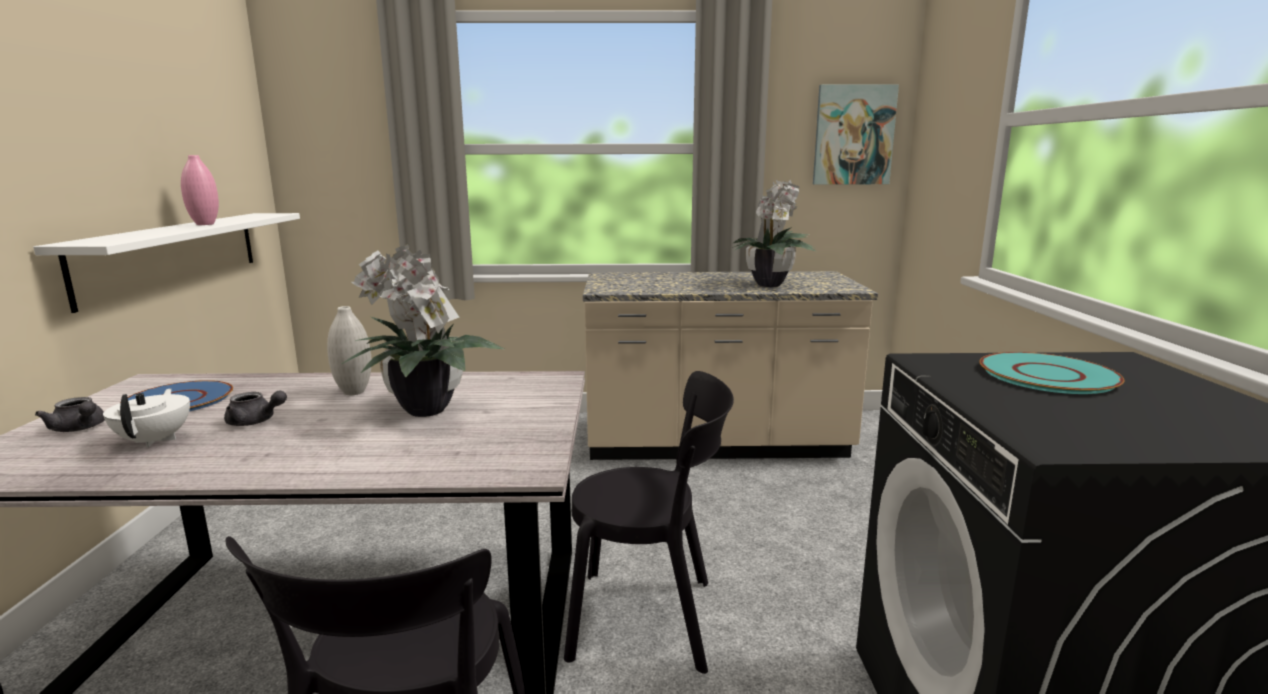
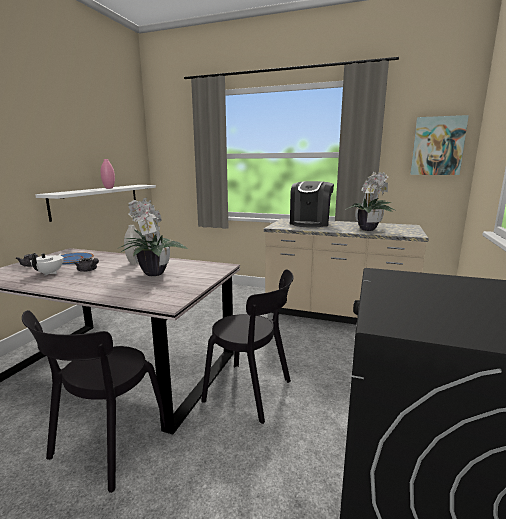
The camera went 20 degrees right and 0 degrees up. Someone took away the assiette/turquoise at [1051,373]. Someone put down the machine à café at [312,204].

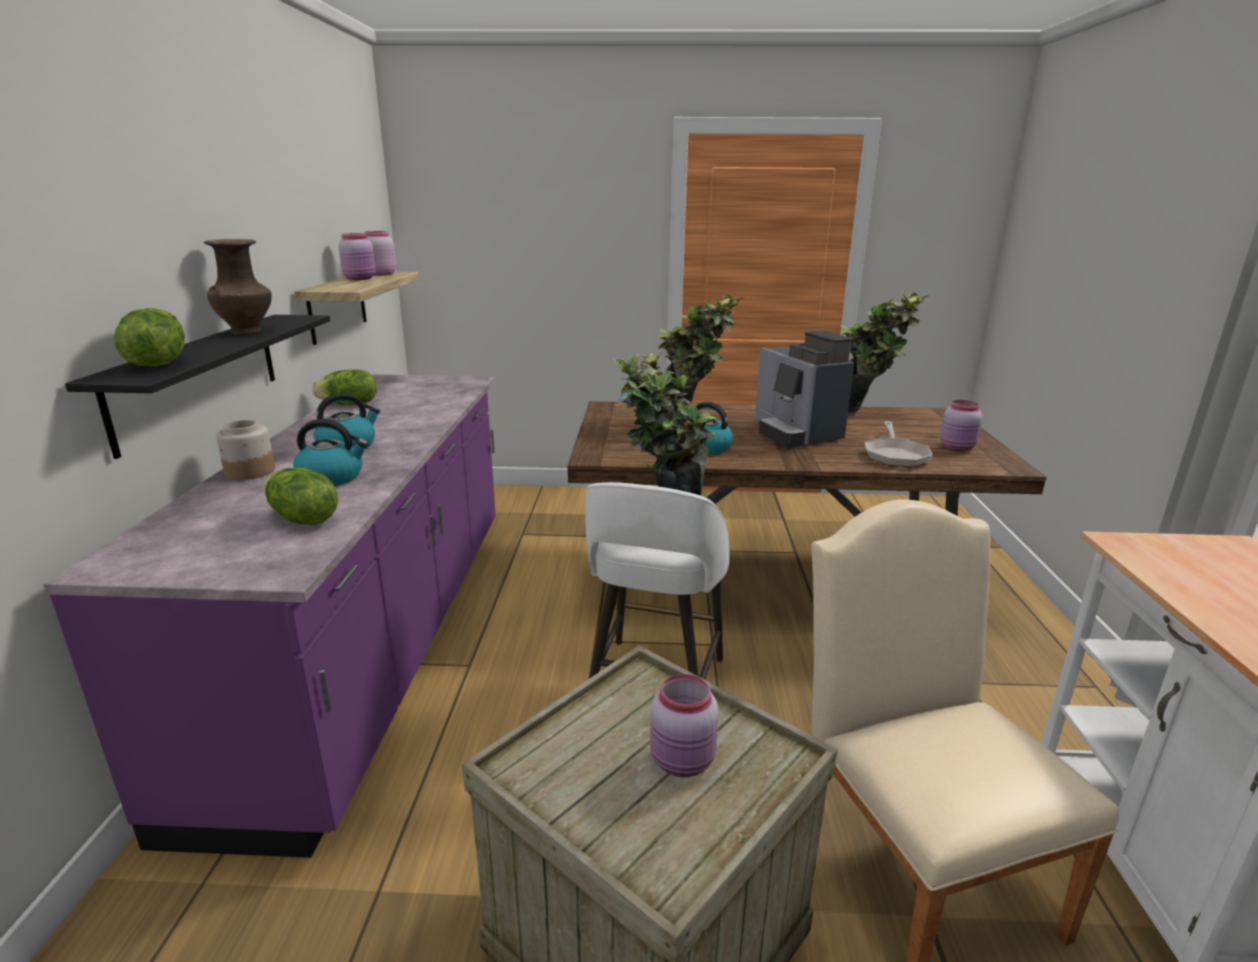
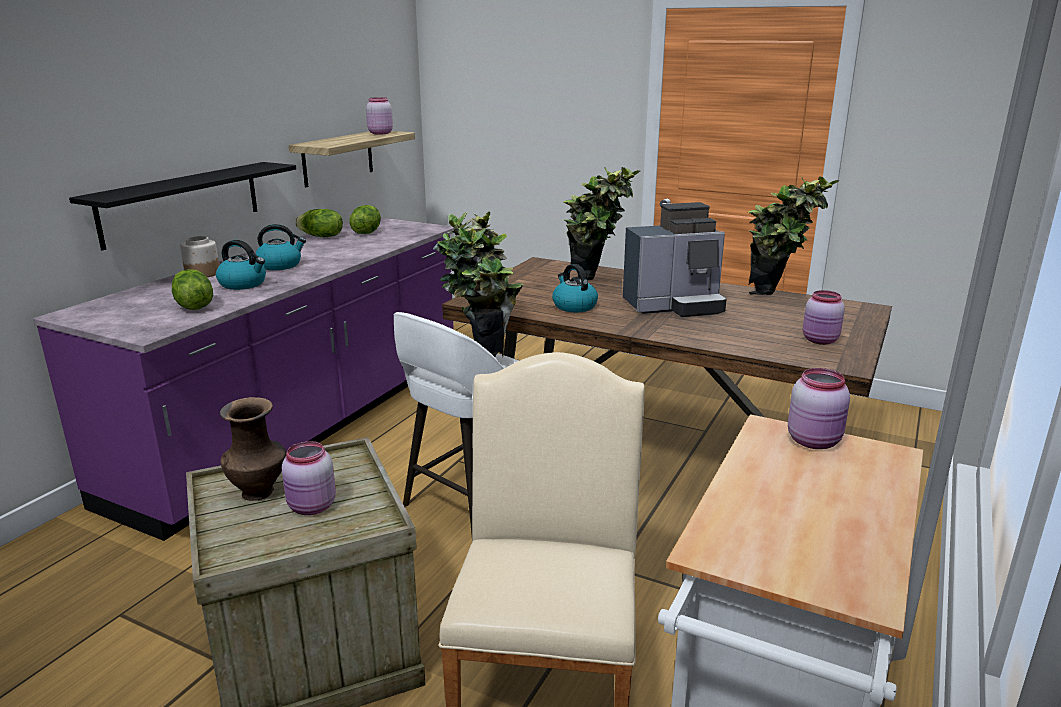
The camera went 25 degrees right and 0 degrees up. Someone carried the bocal/rose from [357,256] to [819,408]. Someone carried the vase/marron from [238,286] to [253,449]. Someone carried the laitue from [149,337] to [365,219]. Someone rotated the machine à café at [804,389] by 105 degrees counterclockwise. Someone took away the poêle at [899,444].

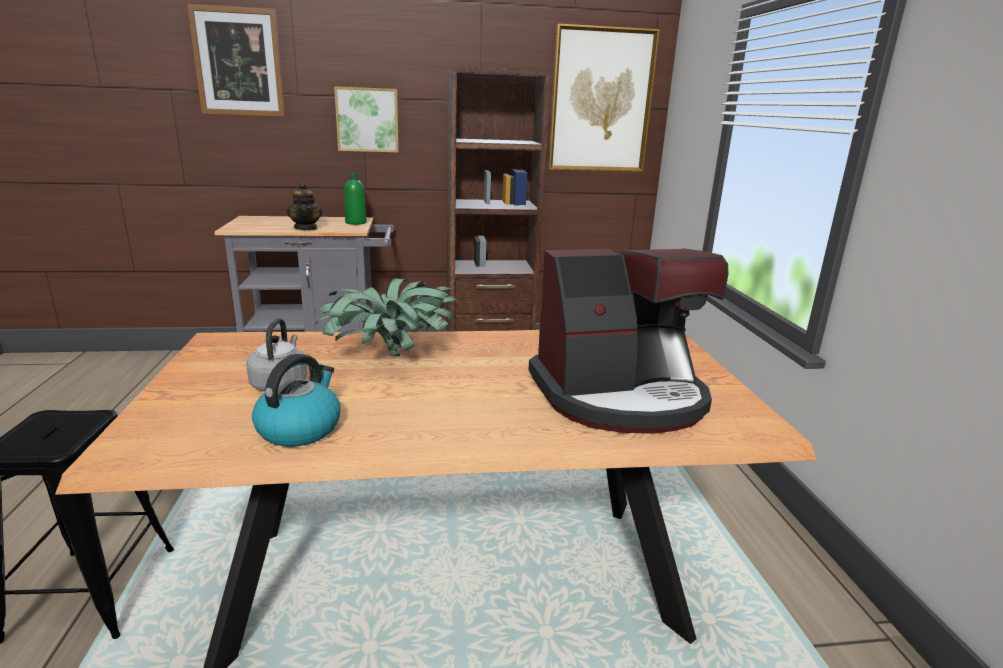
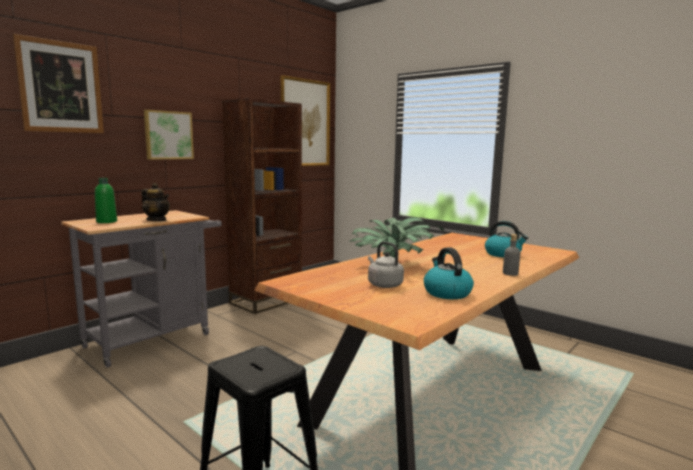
The camera went 40 degrees left and 10 degrees down. Someone carried the bouteille/vert from [355,199] to [106,200]. Someone swapped the machine à café at [628,341] for the bouilloire at [506,239]. Someone put down the bouteille/gris at [512,255].

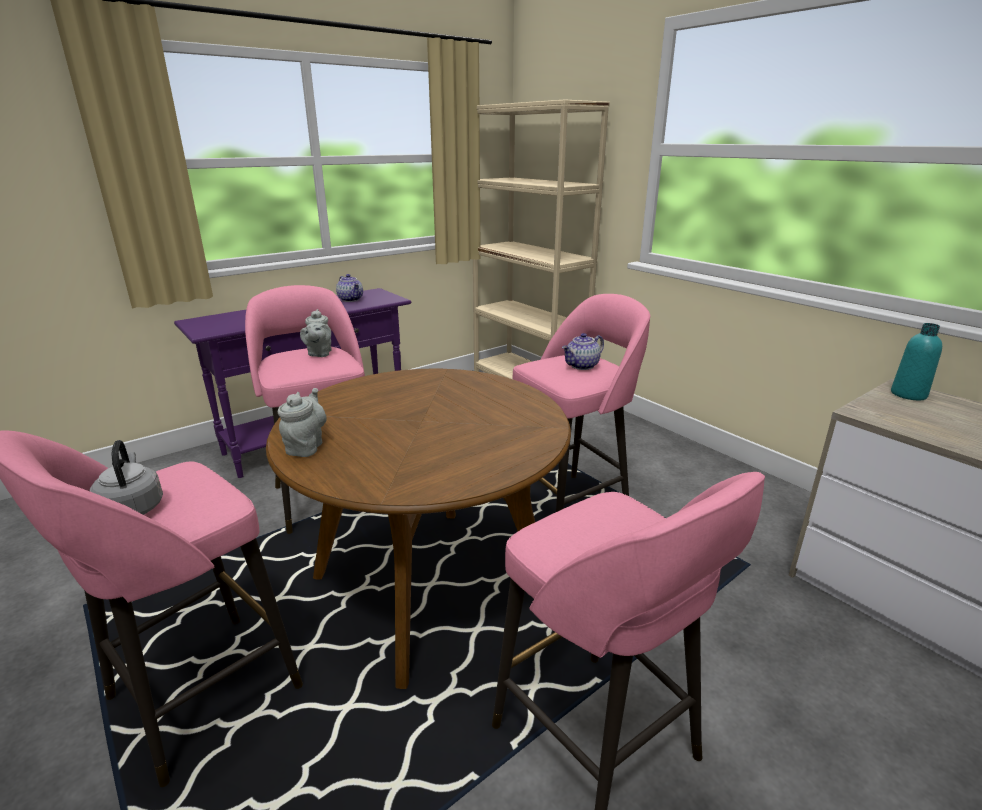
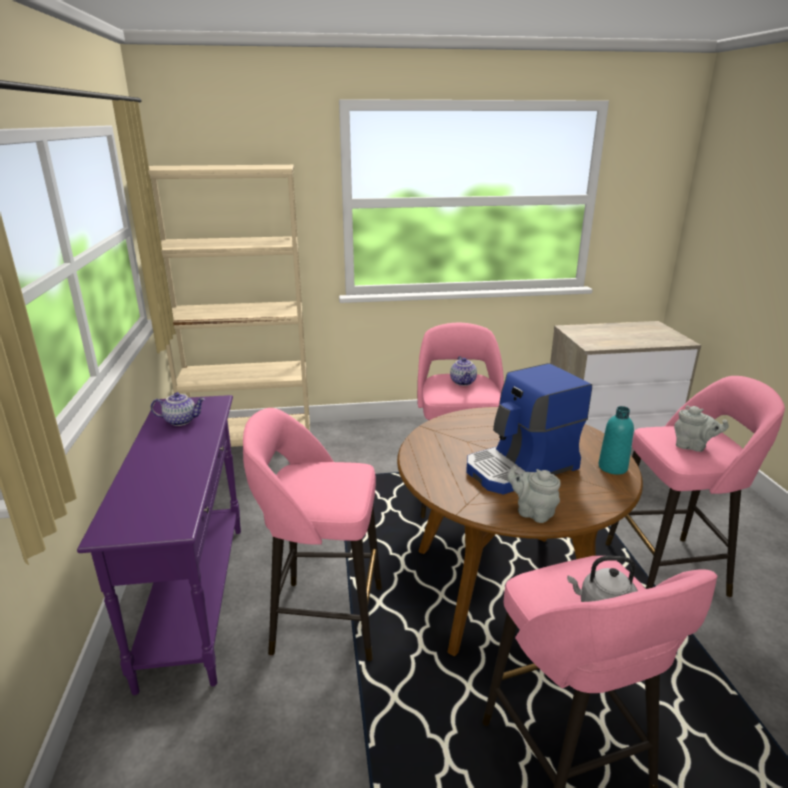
The camera went 60 degrees left and 0 degrees up. Someone carried the théière/gris from [316,333] to [701,429]. Someone carried the bouteille/turquoise from [916,361] to [616,440]. Someone put down the machine à café at [529,428].

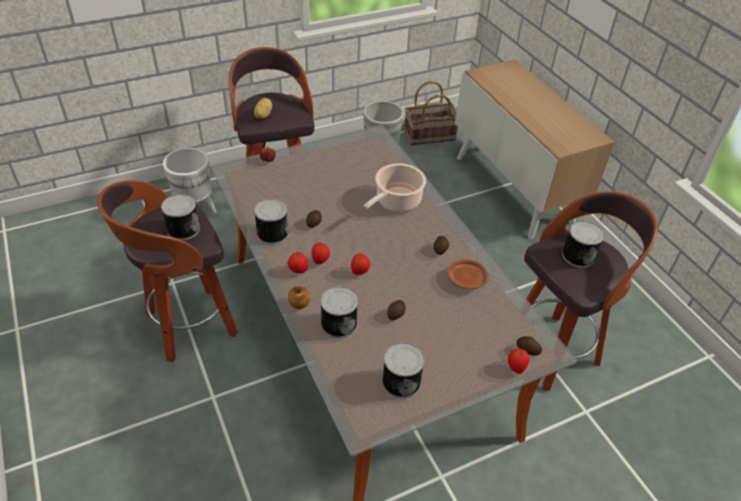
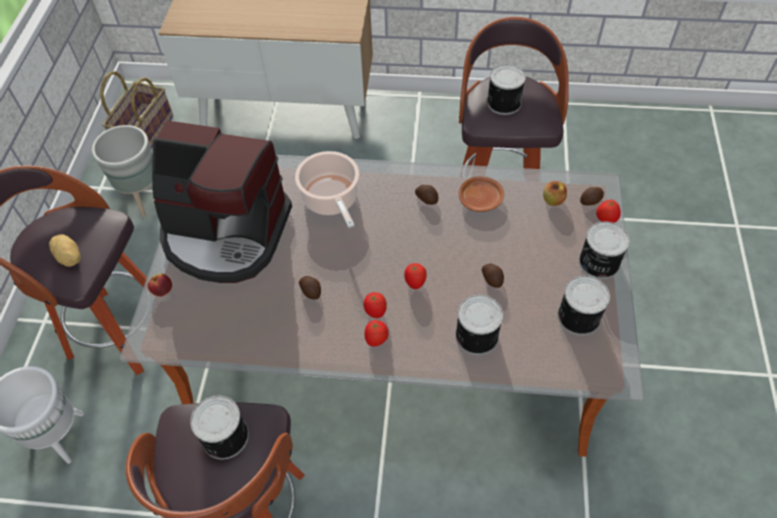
The camera went 55 degrees left and 10 degrees up. Someone carried the boîte métallique from [271,221] to [604,250]. Someone carried the pomme from [299,297] to [555,193]. Someone put down the machine à café at [222,201].

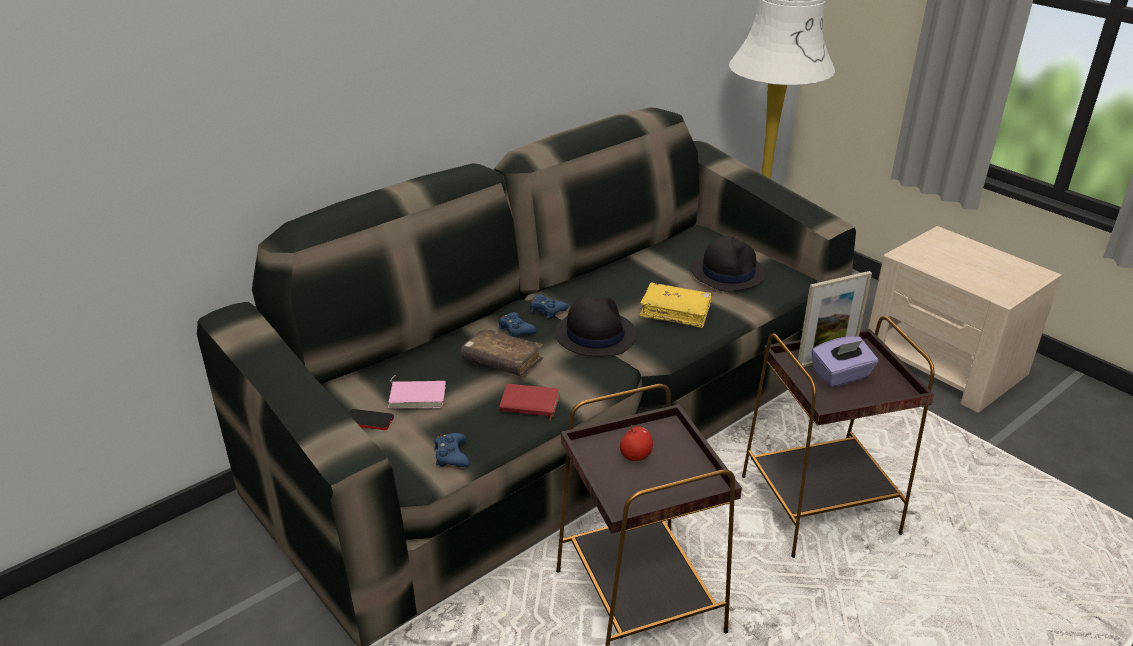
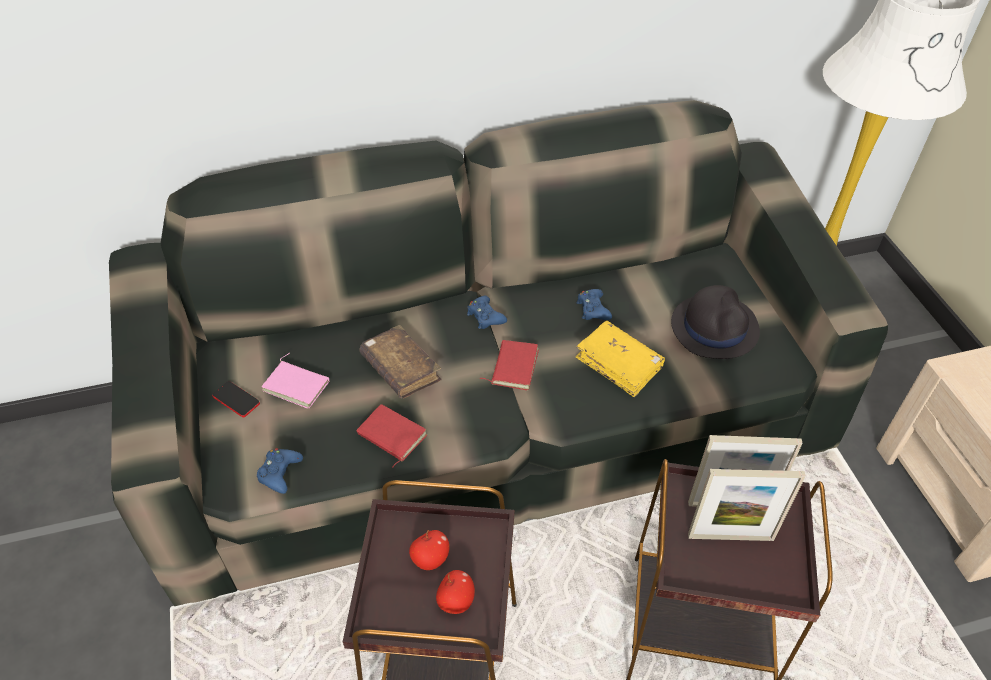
The camera went 25 degrees right and 15 degrees up. Someone swapped the chapeau/noir at [596,326] for the livre/rouge at [509,365]. Someone carried the manette/bleu from [518,325] to [594,304]. Someone swapped the boîte à mouchoirs/violet at [845,361] for the cadre photo at [747,505]. Someone put down the pomme at [455,592].

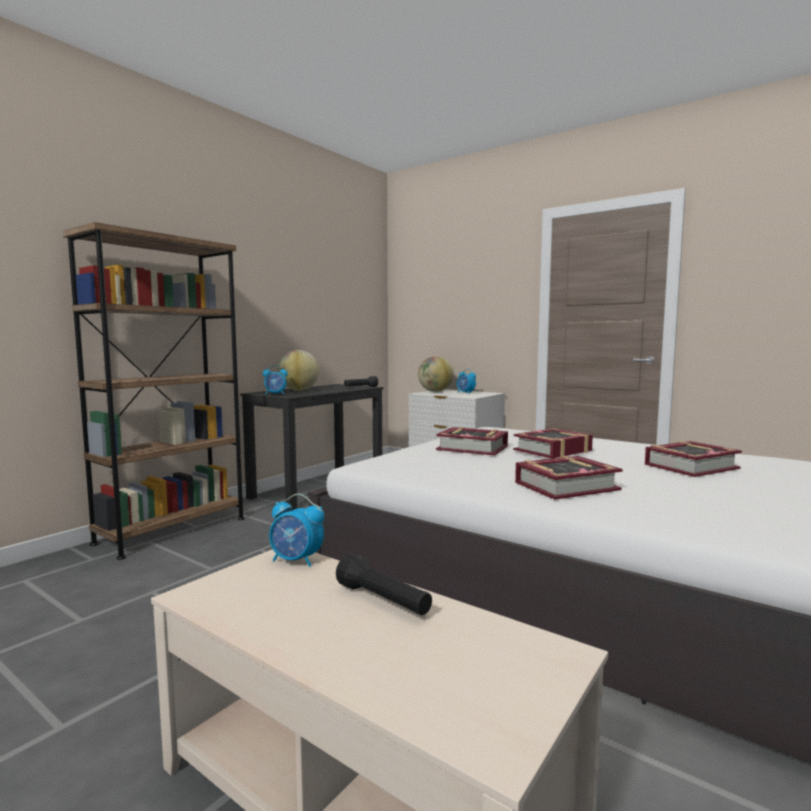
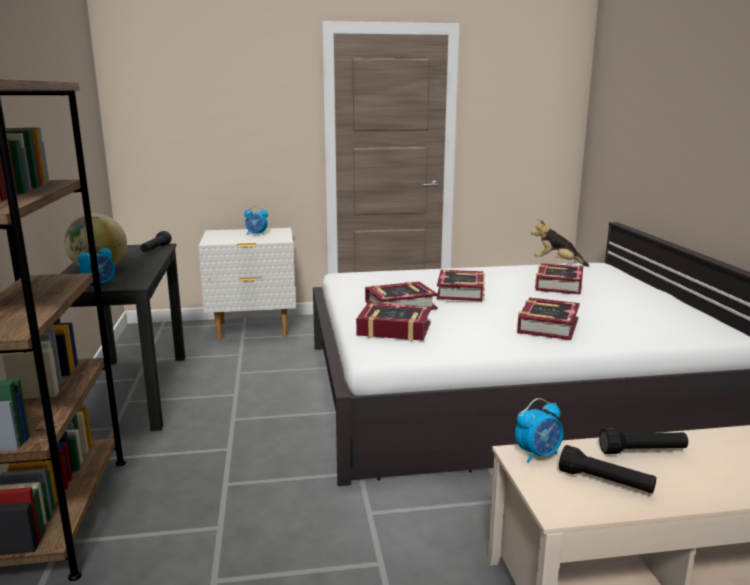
The camera went 45 degrees left and 10 degrees up. Someone took away the globe at [436,374]. Someone put down the peluche at [560,242]. Someone put down the livre at [393,322]. Someone put down the lampe de poche/noir at [607,469].

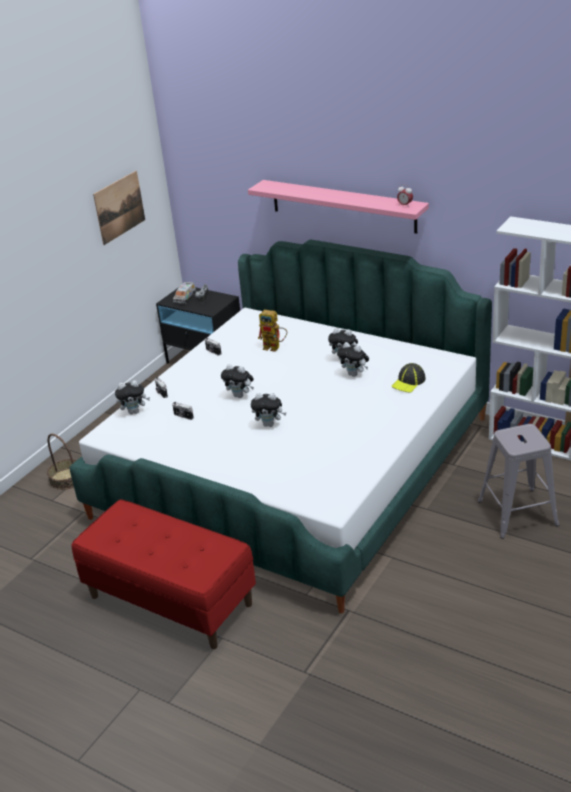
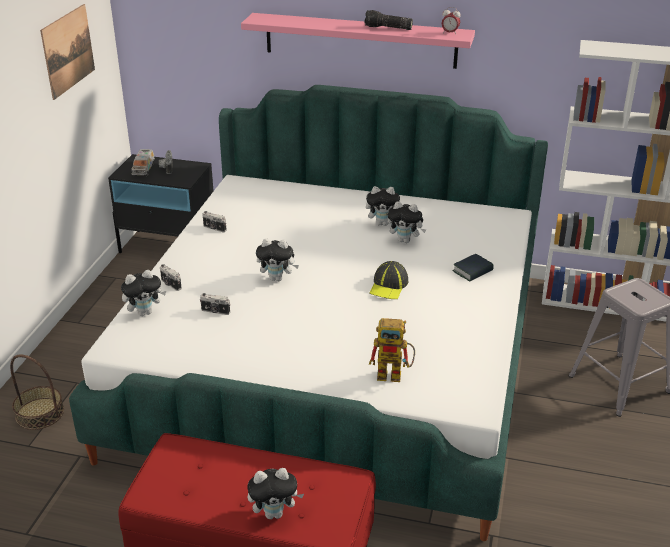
The camera went 20 degrees left and 0 degrees up. Someone carried the robot jouet from [272,331] to [392,350]. Someone carried the casquette from [409,378] to [388,280]. Someone carried the peluche from [268,410] to [275,493]. Someone put down the lampe de poche at [389,20]. Someone put down the livre at [473,268].

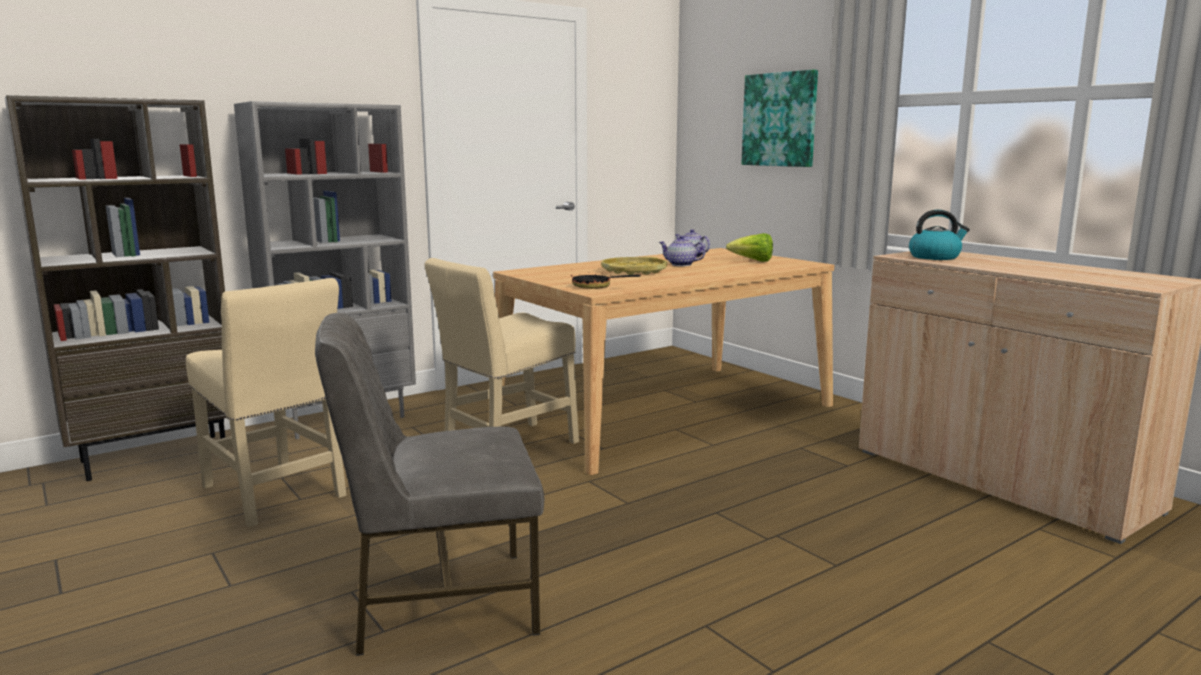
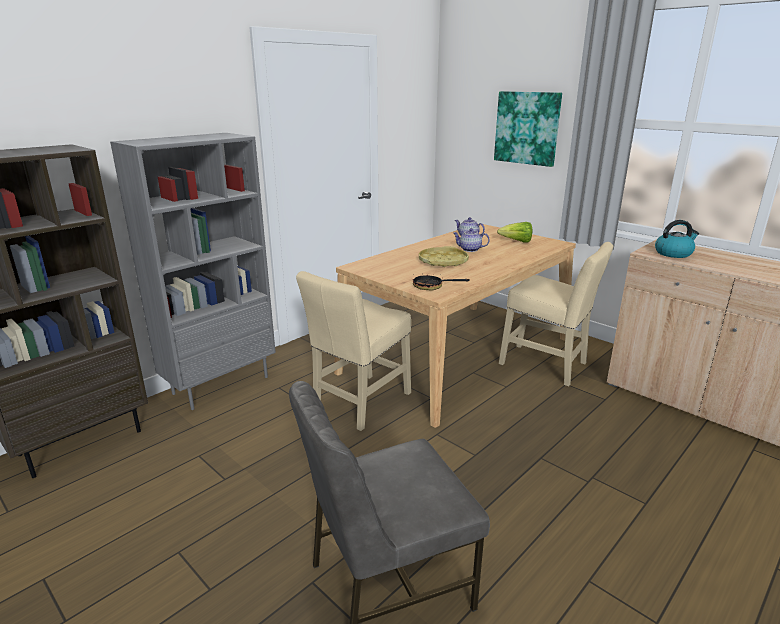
The camera went 10 degrees left and 10 degrees up. Someone carried the chaise/beige from [266,402] to [556,314].

